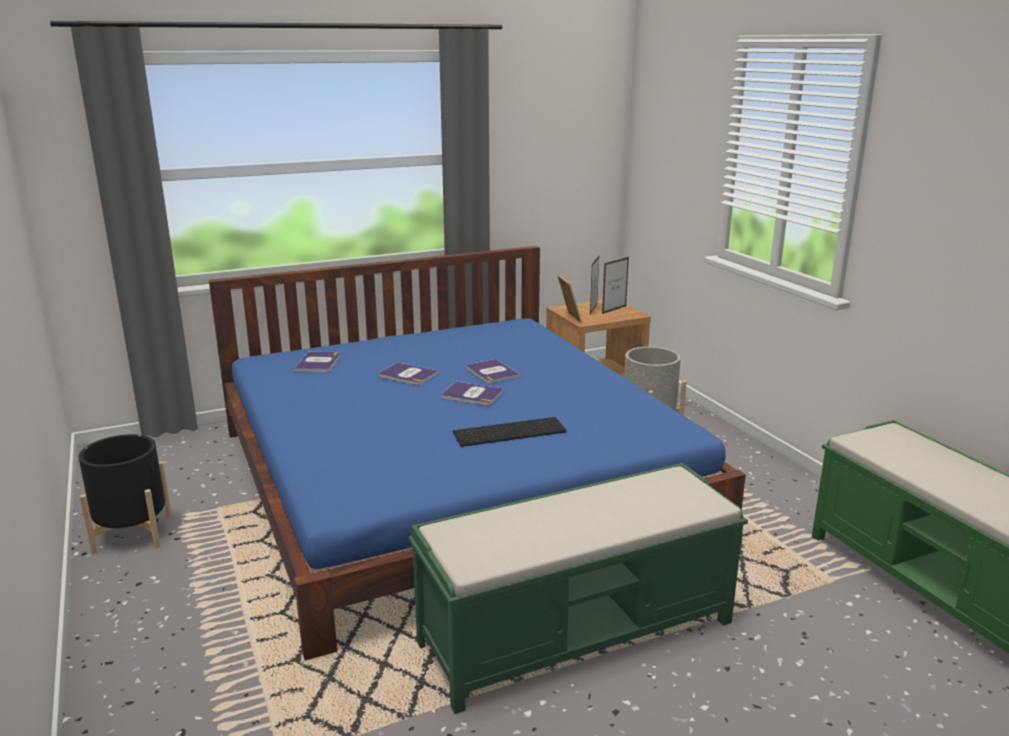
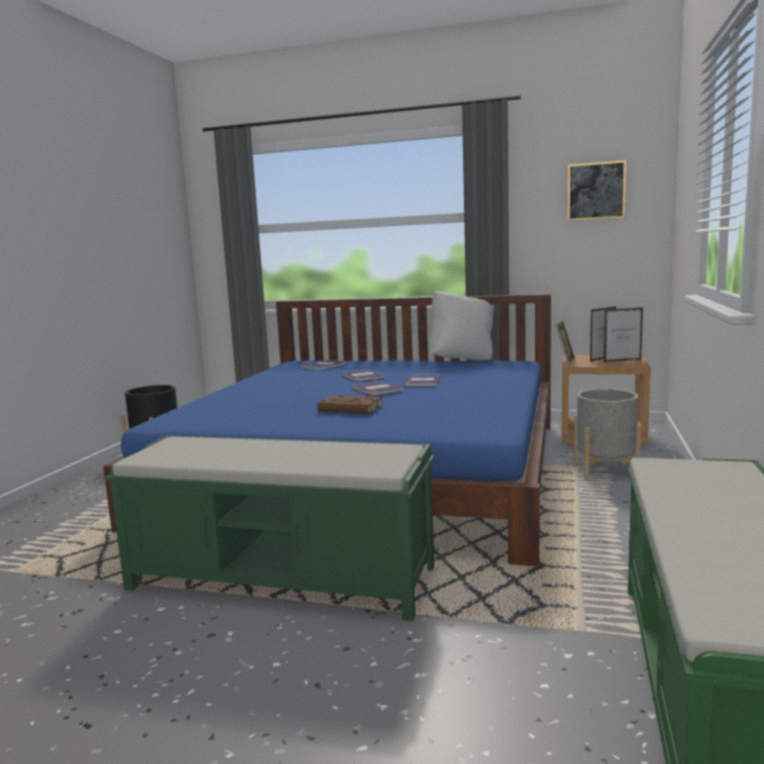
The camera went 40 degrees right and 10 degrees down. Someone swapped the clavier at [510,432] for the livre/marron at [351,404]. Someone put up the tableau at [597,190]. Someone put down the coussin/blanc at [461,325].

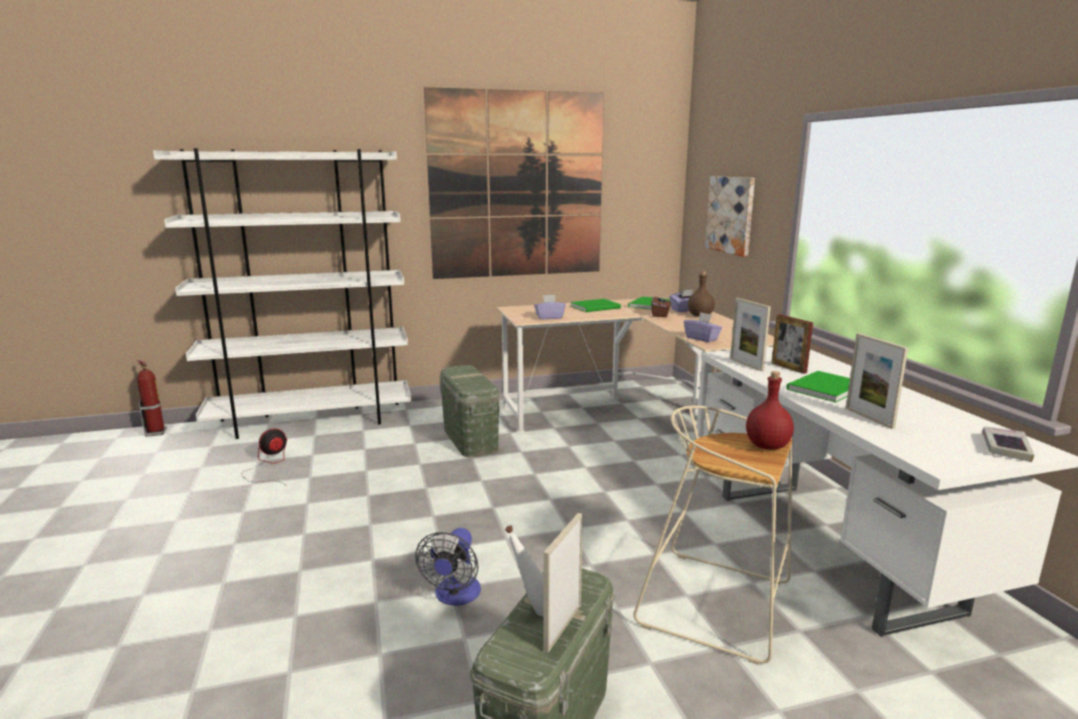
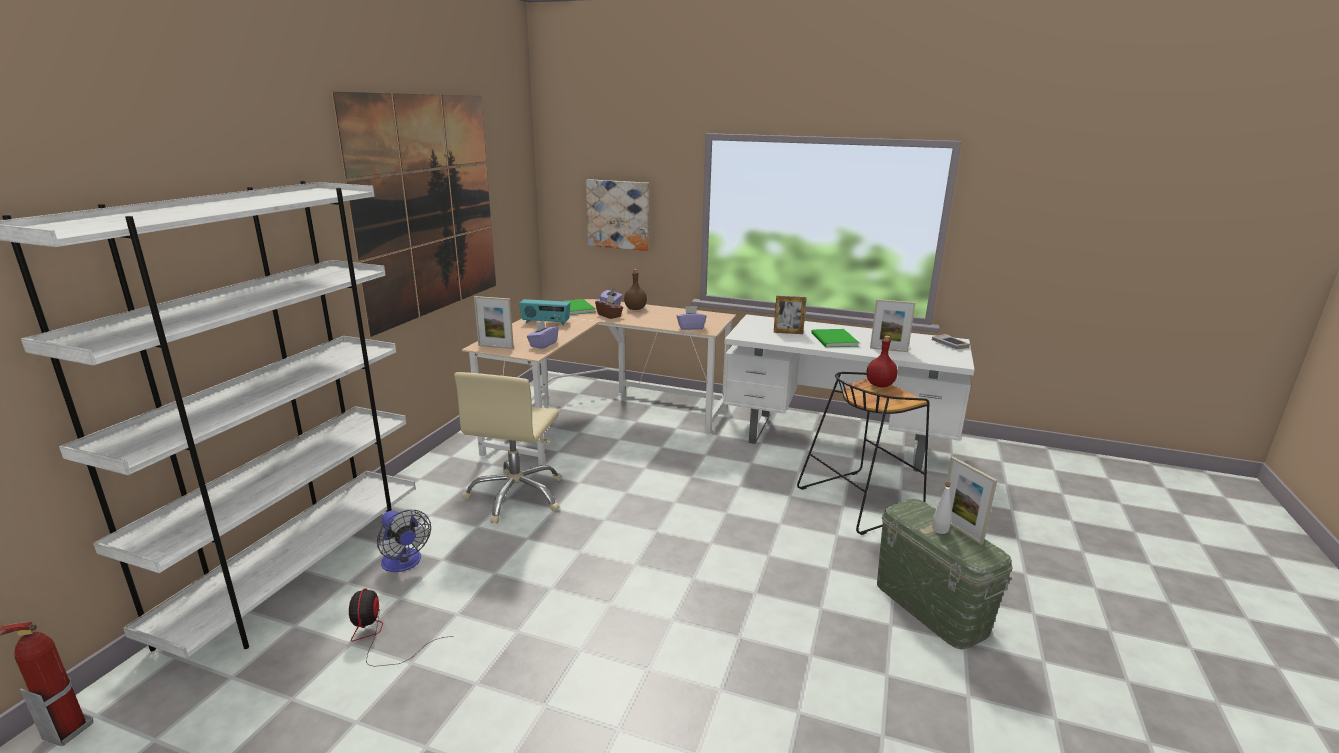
The camera went 55 degrees left and 5 degrees up. Someone carried the cadre photo from [750,335] to [494,322]. Someone swapped the livre/vert at [595,305] for the radio at [544,312]. Someone swapped the boîte de rangement/vert at [470,411] for the chaise de bureau/beige at [508,448]. Someone repainted the tabouret/beige at [713,535], which became the tabouret/noir at [863,453]. Someone carried the ventilateur from [448,567] to [404,541].

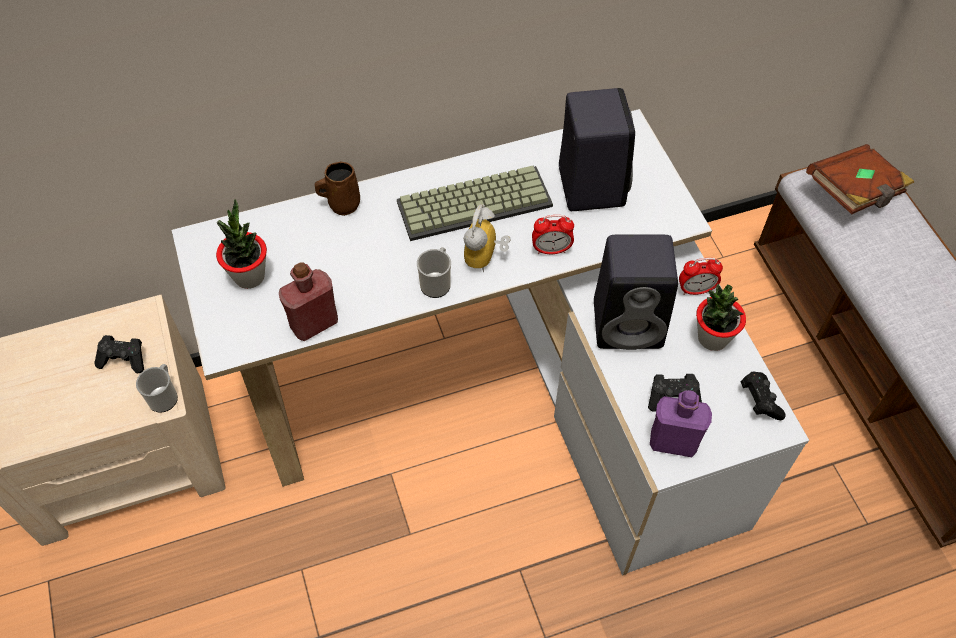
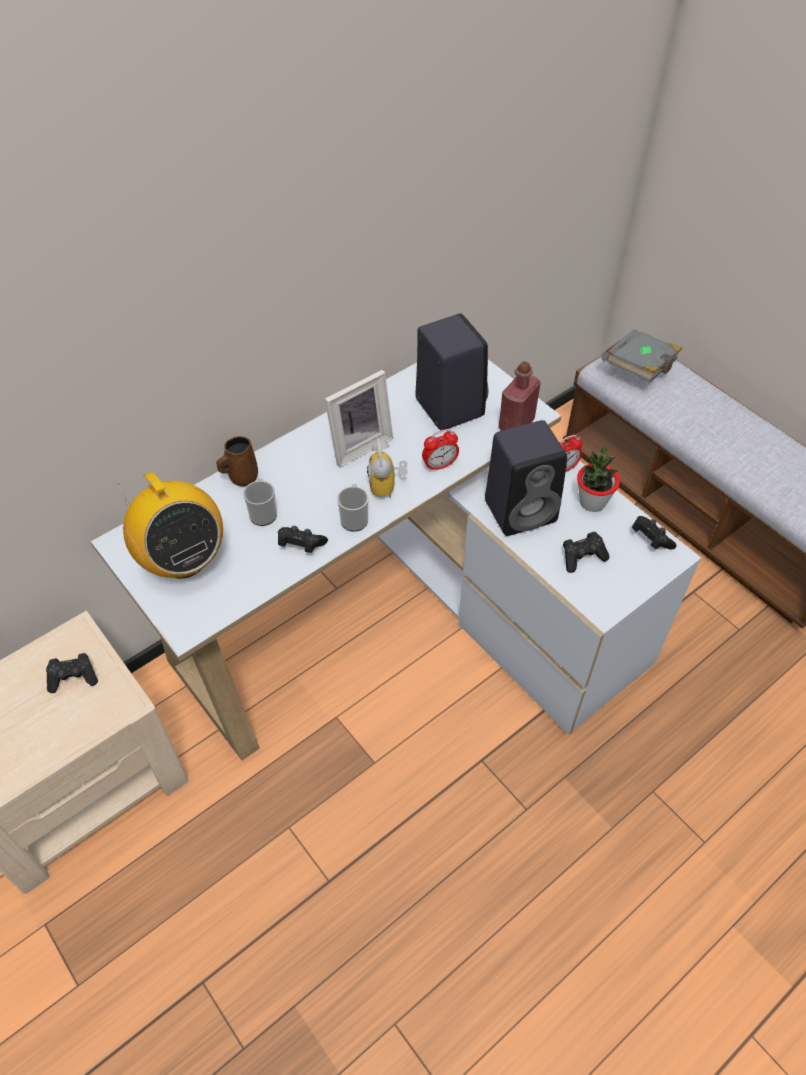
The camera went 20 degrees left and 5 degrees down. Someone repainted the livre/marron at [860,179], which became the livre/gris at [641,356]. Someone swapped the clavier at [475,203] for the cadre photo at [359,418]. Someone swapped the plante en pot at [241,244] for the radio at [170,525]. Someone carried the bouteille/rouge from [308,301] to [520,396]. Someone carried the mug from [157,388] to [260,502]. Someone took away the bouteille/violet at [681,423]. Someone put down the manette/noir at [303,539].

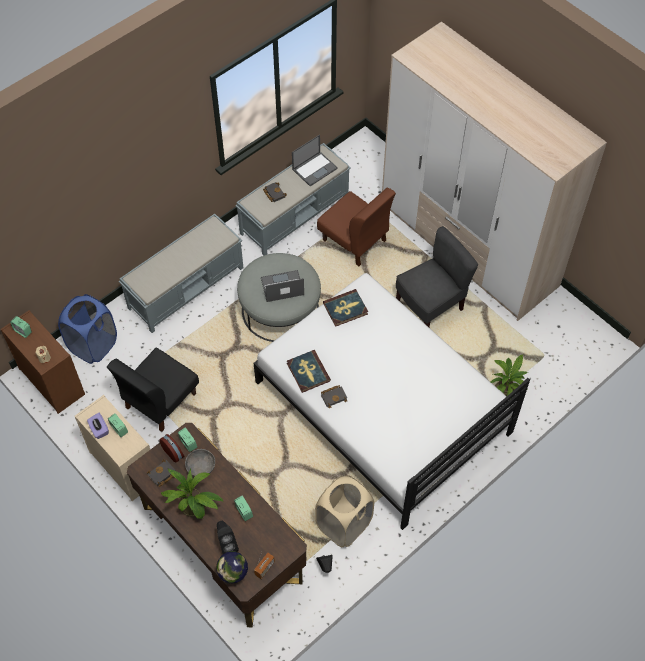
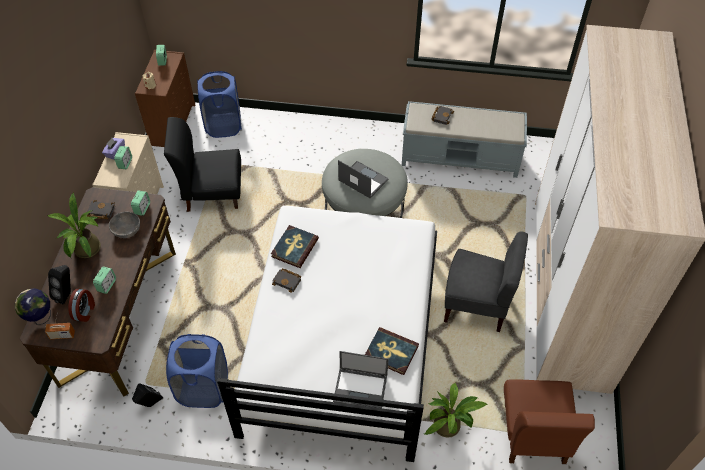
The camera went 50 degrees right and 5 degrees down. Someone carried the ordinateur portable from [315,160] to [361,379]. Someone carried the chaise/marron from [356,227] to [549,421]. Someone took away the banc/gris at [181,273]. Someone carried the livre from [345,308] to [392,351]. Someone carried the réveil from [171,448] to [81,305]. Someone repainted the panier à linge/beige at [344,511], which became the panier à linge/bleu at [197,371].

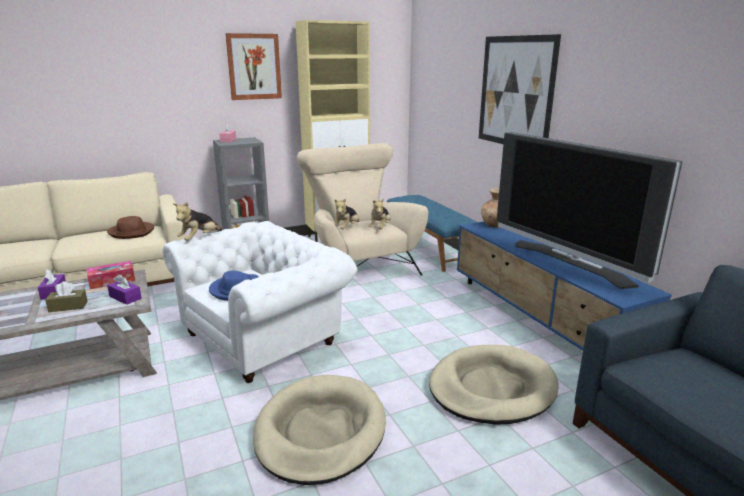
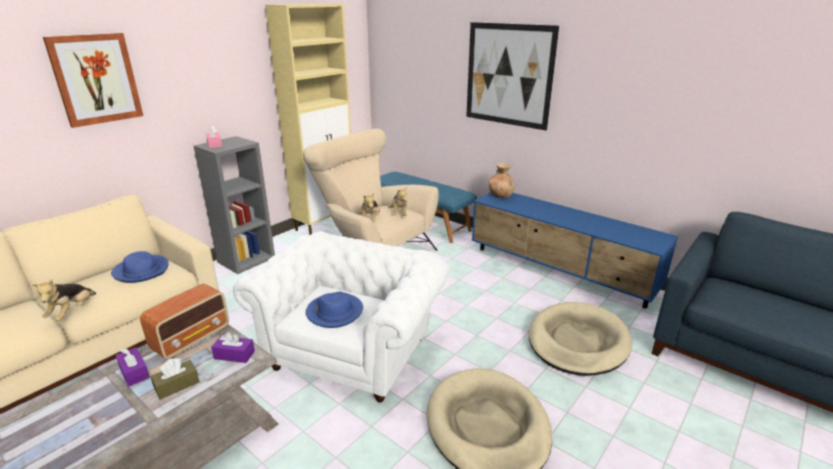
The camera went 25 degrees left and 5 degrees up. Someone carried the tableau from [253,66] to [93,80]. Someone took away the téléviseur at [589,210]. Someone carried the peluche from [197,221] to [64,300]. Someone repainted the chapeau/marron at [130,227], which became the chapeau/bleu at [140,267]. Someone swapped the boîte à mouchoirs at [110,275] for the radio at [184,321].

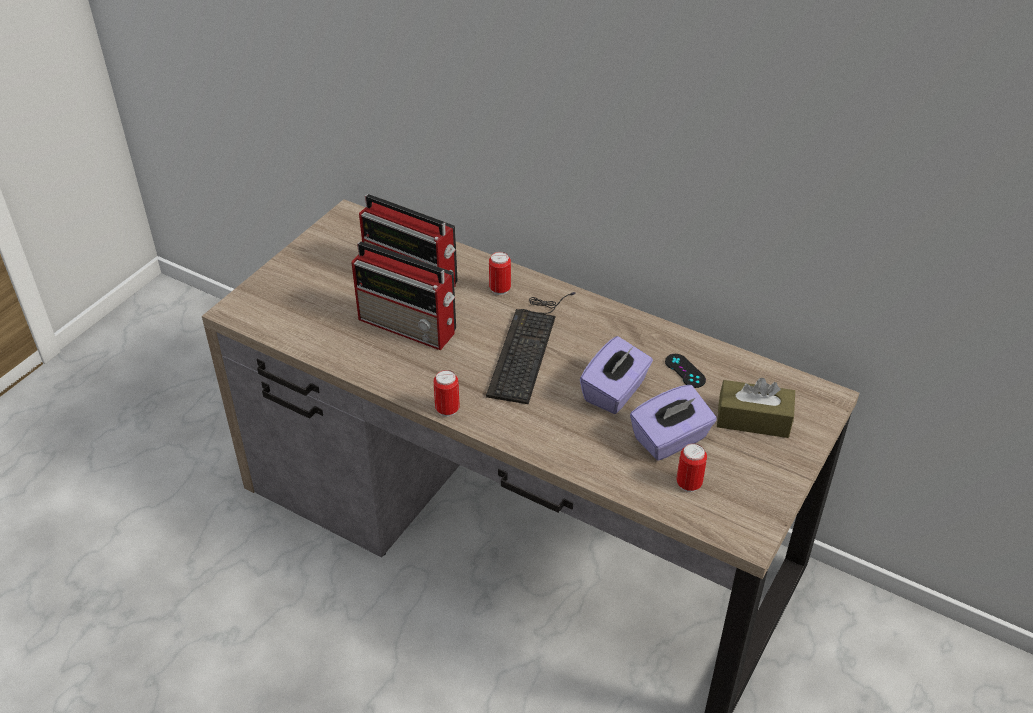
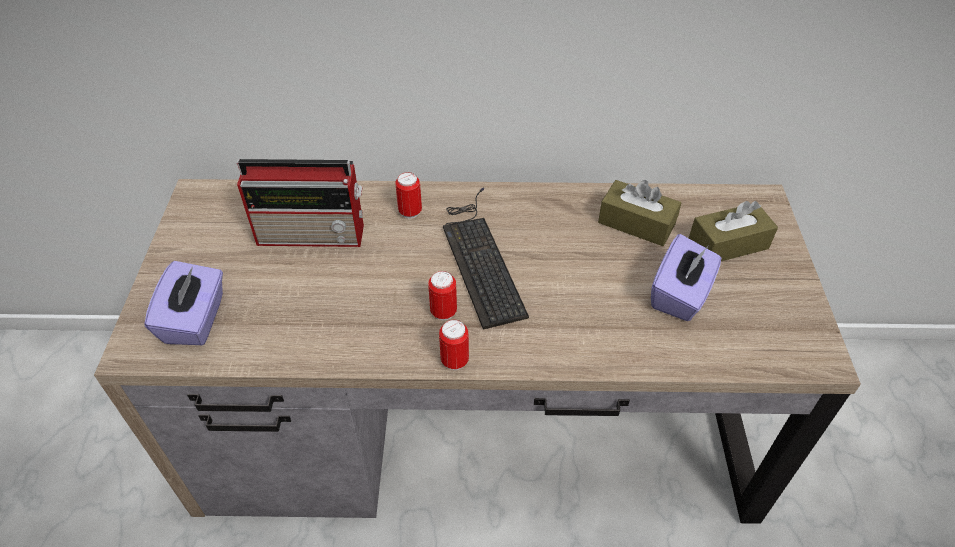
The camera went 30 degrees left and 5 degrees up. Someone took away the radio at [404,296]. Someone carried the boîte à mouchoirs/violet from [616,375] to [183,303]. Someone swapped the manette/noir at [685,371] for the boîte à mouchoirs/marron at [639,213]. Someone carried the boîte métallique from [692,468] to [442,295].

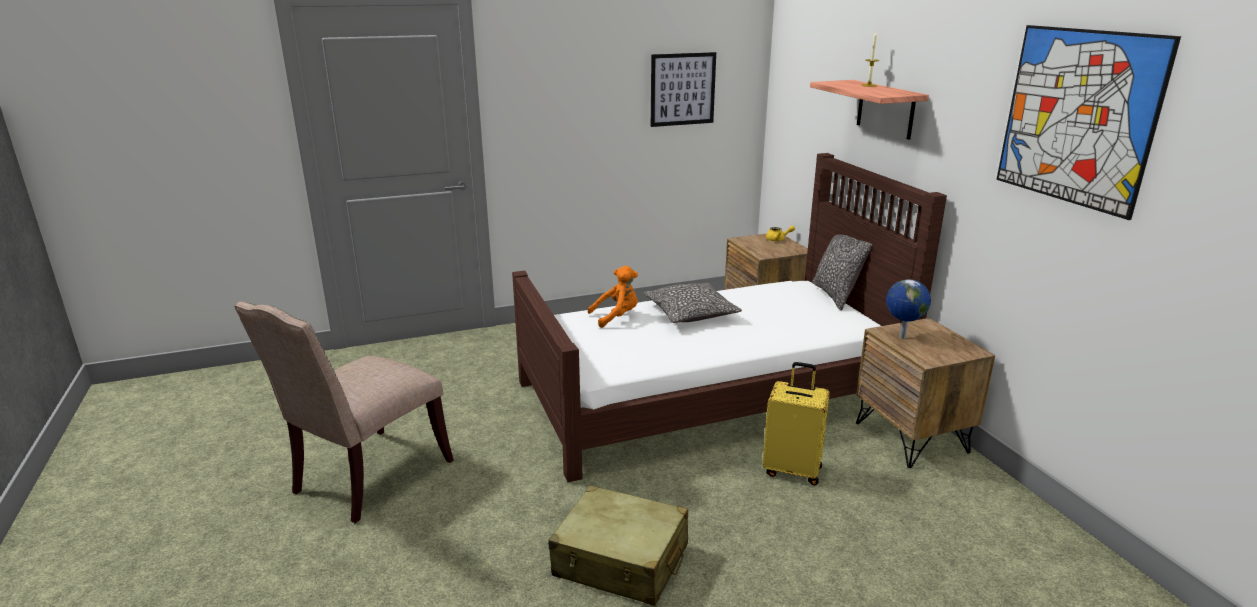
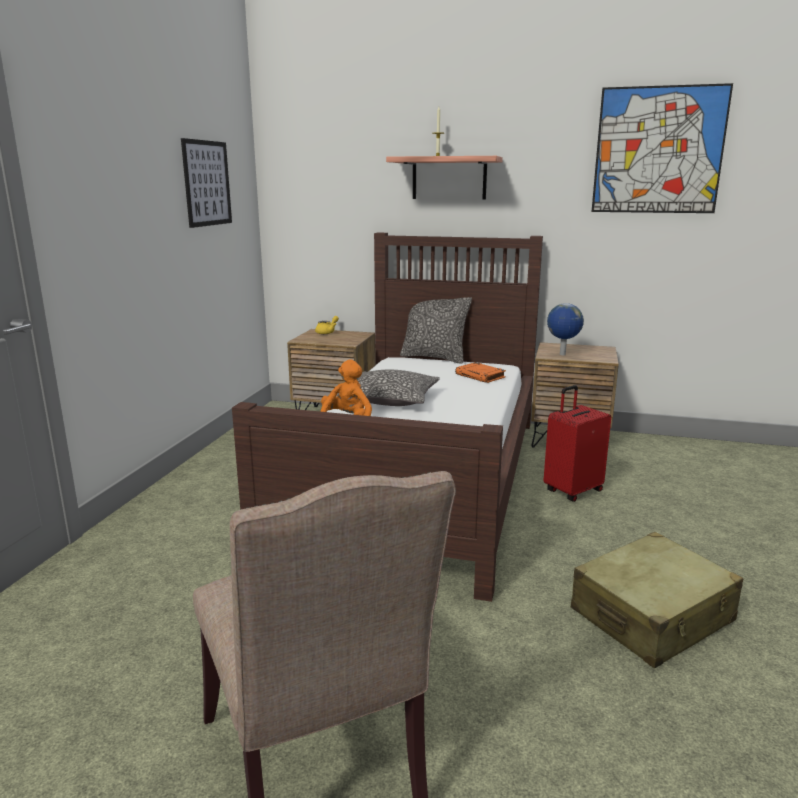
The camera went 55 degrees left and 5 degrees down. Someone repainted the valise/jaune at [796,423], which became the valise/rouge at [577,443]. Someone put down the livre/orange at [480,372].

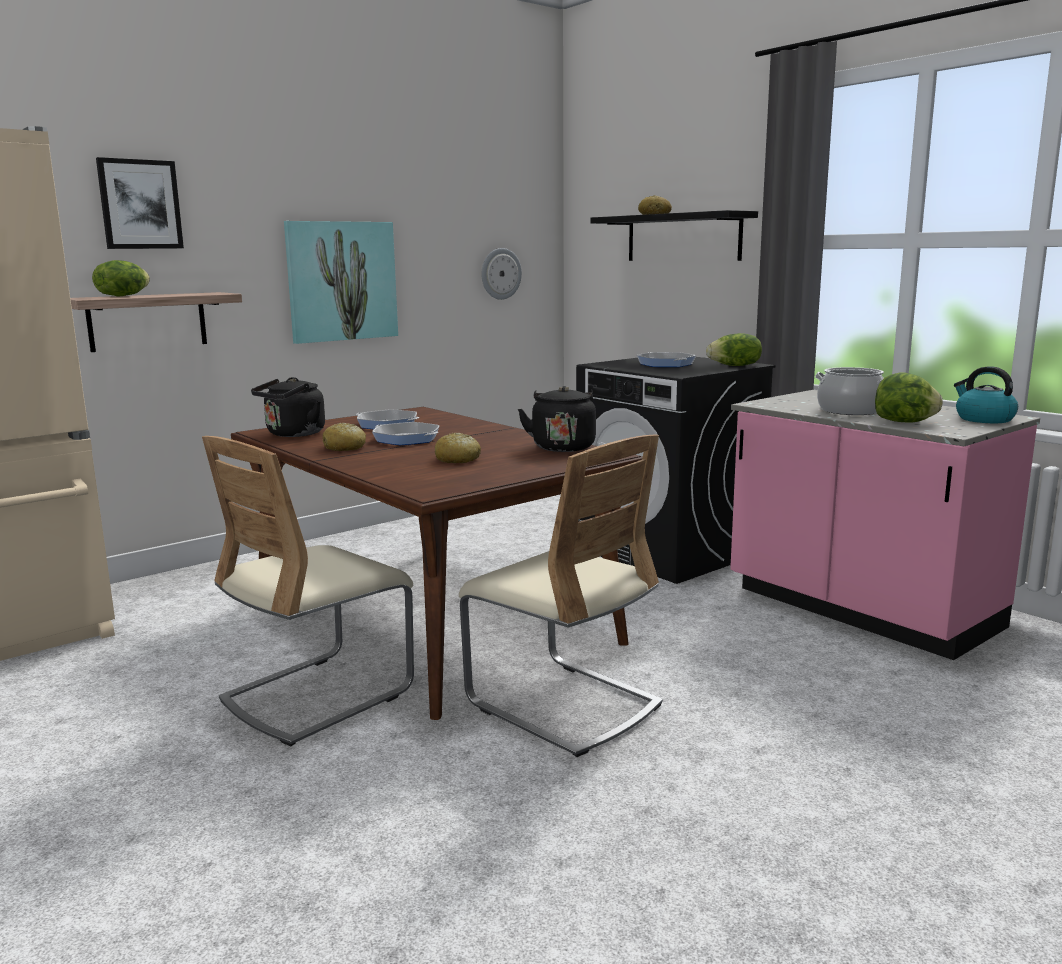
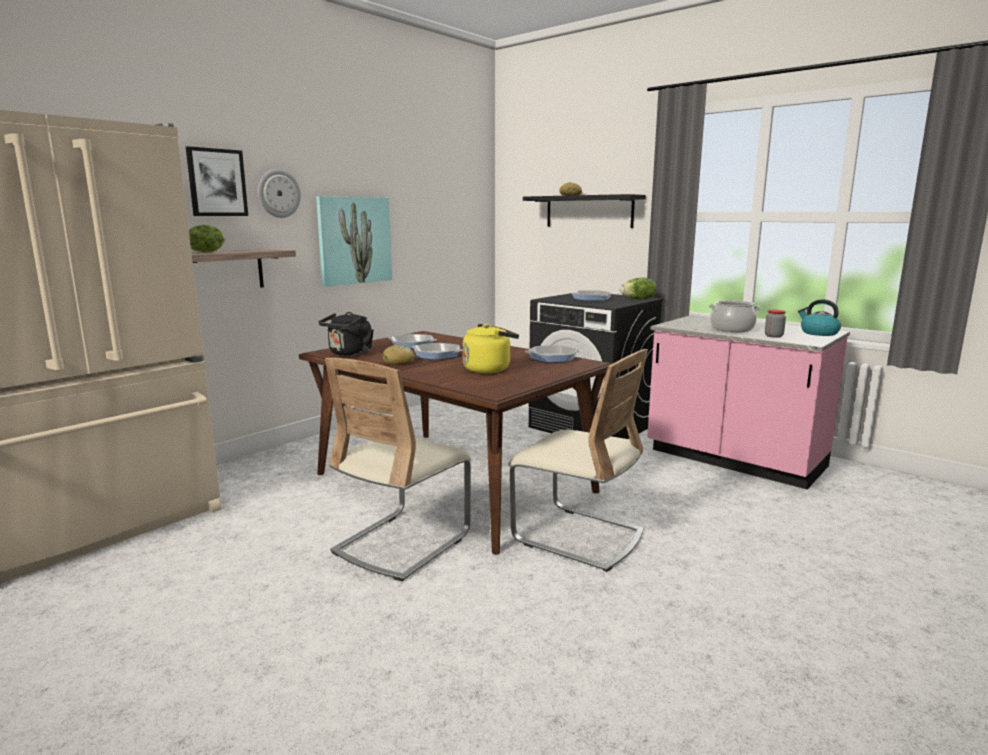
The camera went 10 degrees left and 0 degrees up. Someone carried the horloge murale from [501,274] to [279,193]. Someone swapped the laitue at [909,397] for the bocal at [775,324]. Someone swapped the bouilloire/noir at [557,419] for the poêle at [553,354]. Someone swapped the pain at [458,448] for the bouilloire/jaune at [491,348].

